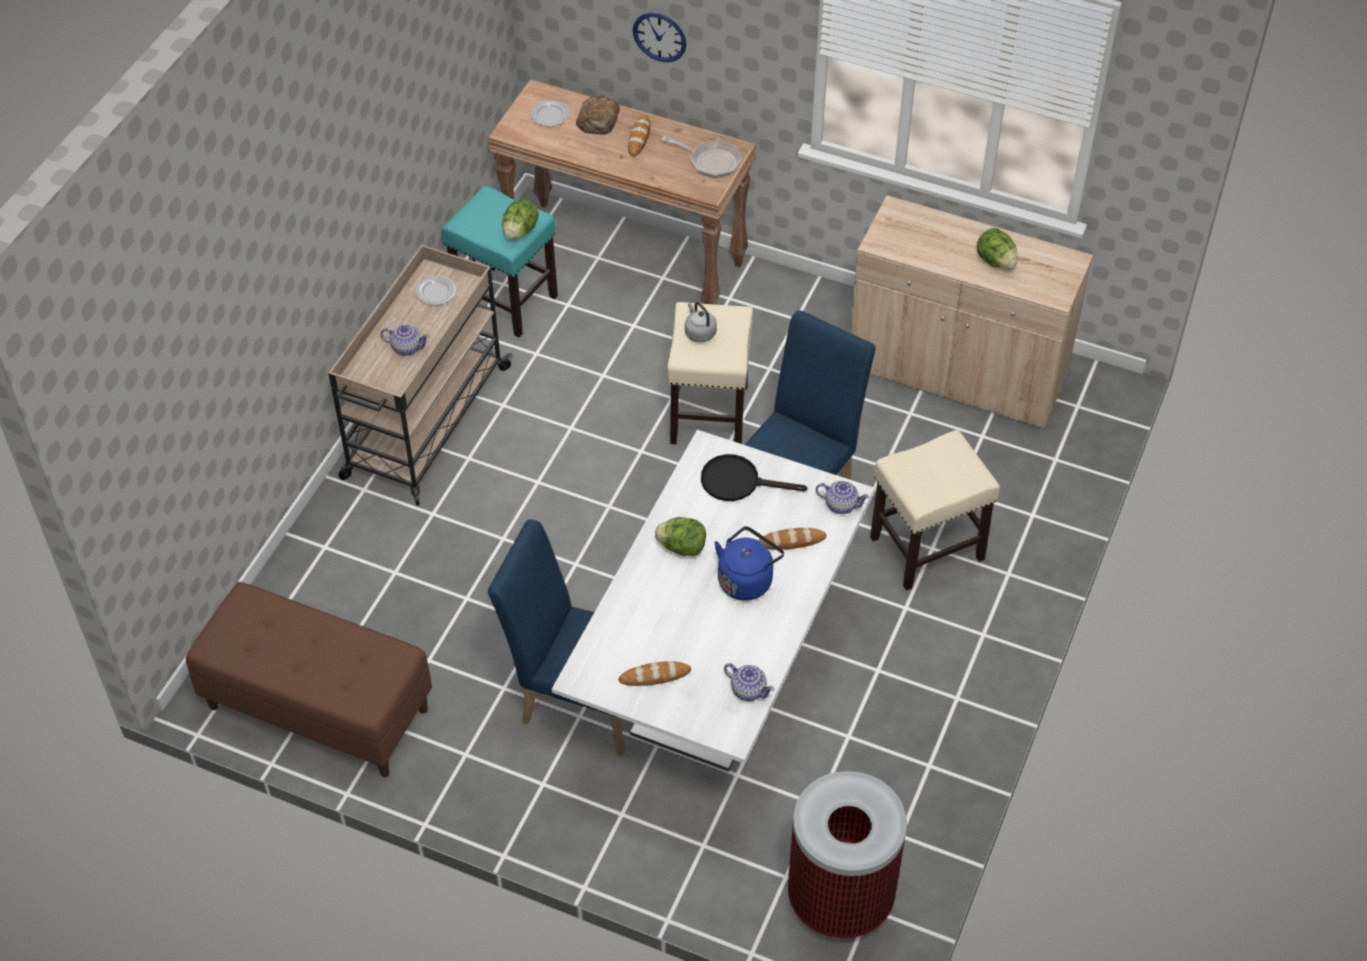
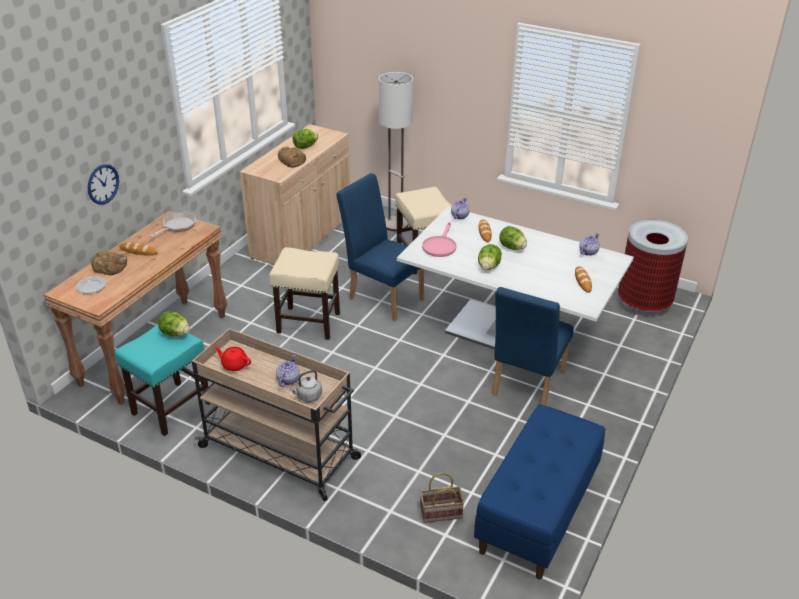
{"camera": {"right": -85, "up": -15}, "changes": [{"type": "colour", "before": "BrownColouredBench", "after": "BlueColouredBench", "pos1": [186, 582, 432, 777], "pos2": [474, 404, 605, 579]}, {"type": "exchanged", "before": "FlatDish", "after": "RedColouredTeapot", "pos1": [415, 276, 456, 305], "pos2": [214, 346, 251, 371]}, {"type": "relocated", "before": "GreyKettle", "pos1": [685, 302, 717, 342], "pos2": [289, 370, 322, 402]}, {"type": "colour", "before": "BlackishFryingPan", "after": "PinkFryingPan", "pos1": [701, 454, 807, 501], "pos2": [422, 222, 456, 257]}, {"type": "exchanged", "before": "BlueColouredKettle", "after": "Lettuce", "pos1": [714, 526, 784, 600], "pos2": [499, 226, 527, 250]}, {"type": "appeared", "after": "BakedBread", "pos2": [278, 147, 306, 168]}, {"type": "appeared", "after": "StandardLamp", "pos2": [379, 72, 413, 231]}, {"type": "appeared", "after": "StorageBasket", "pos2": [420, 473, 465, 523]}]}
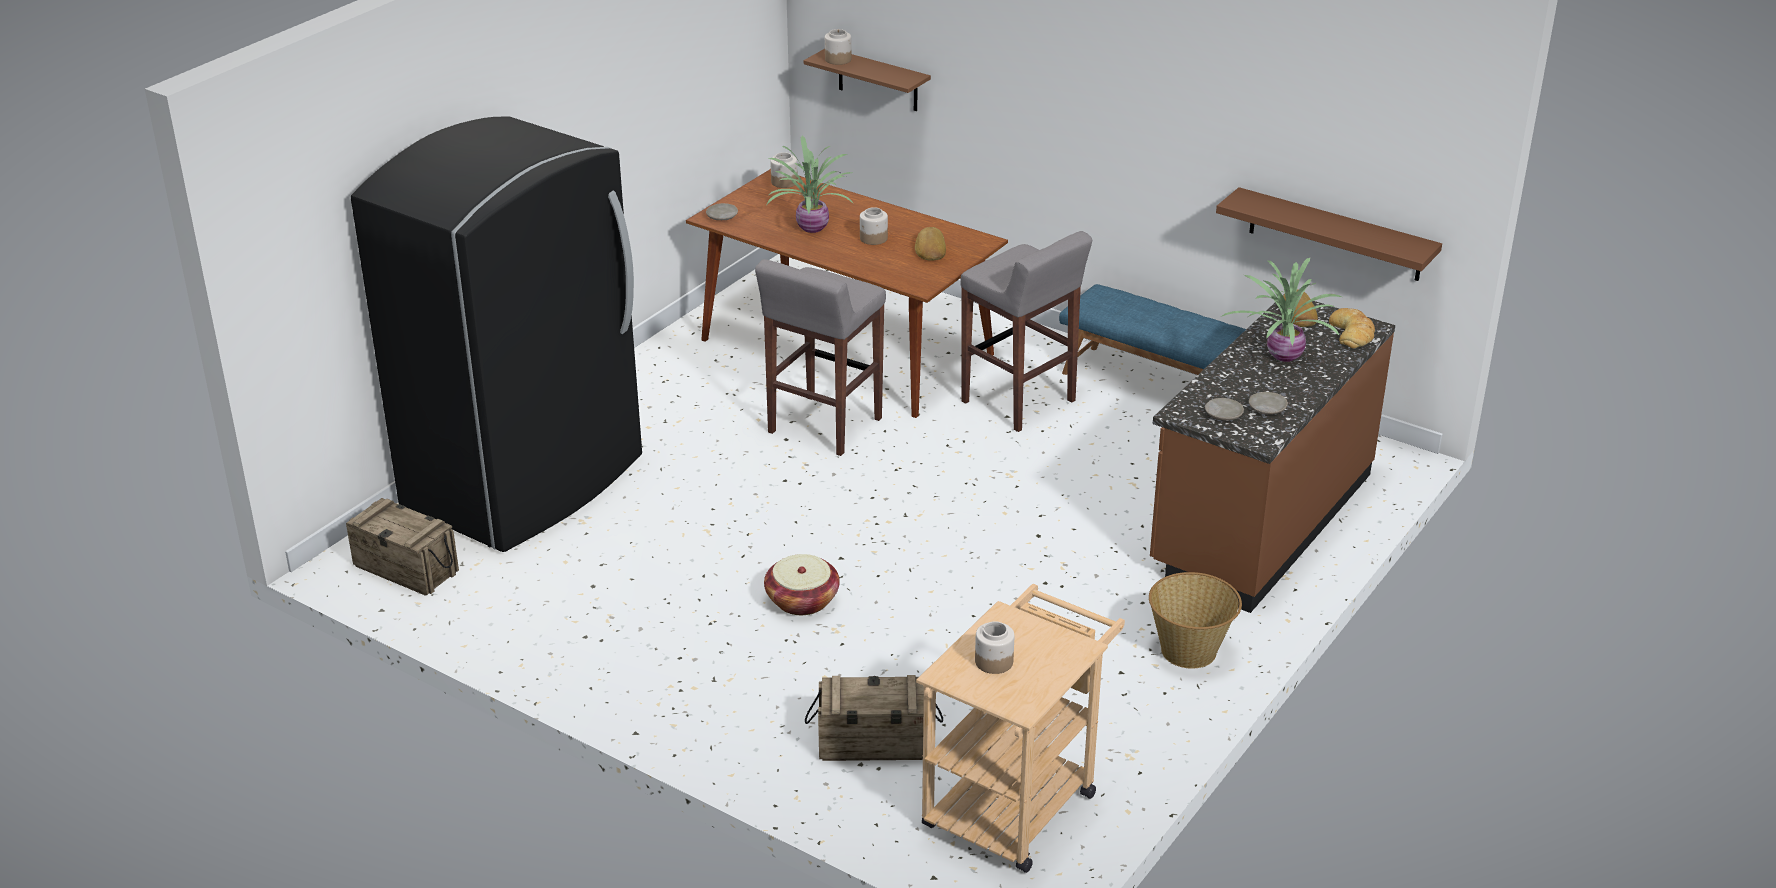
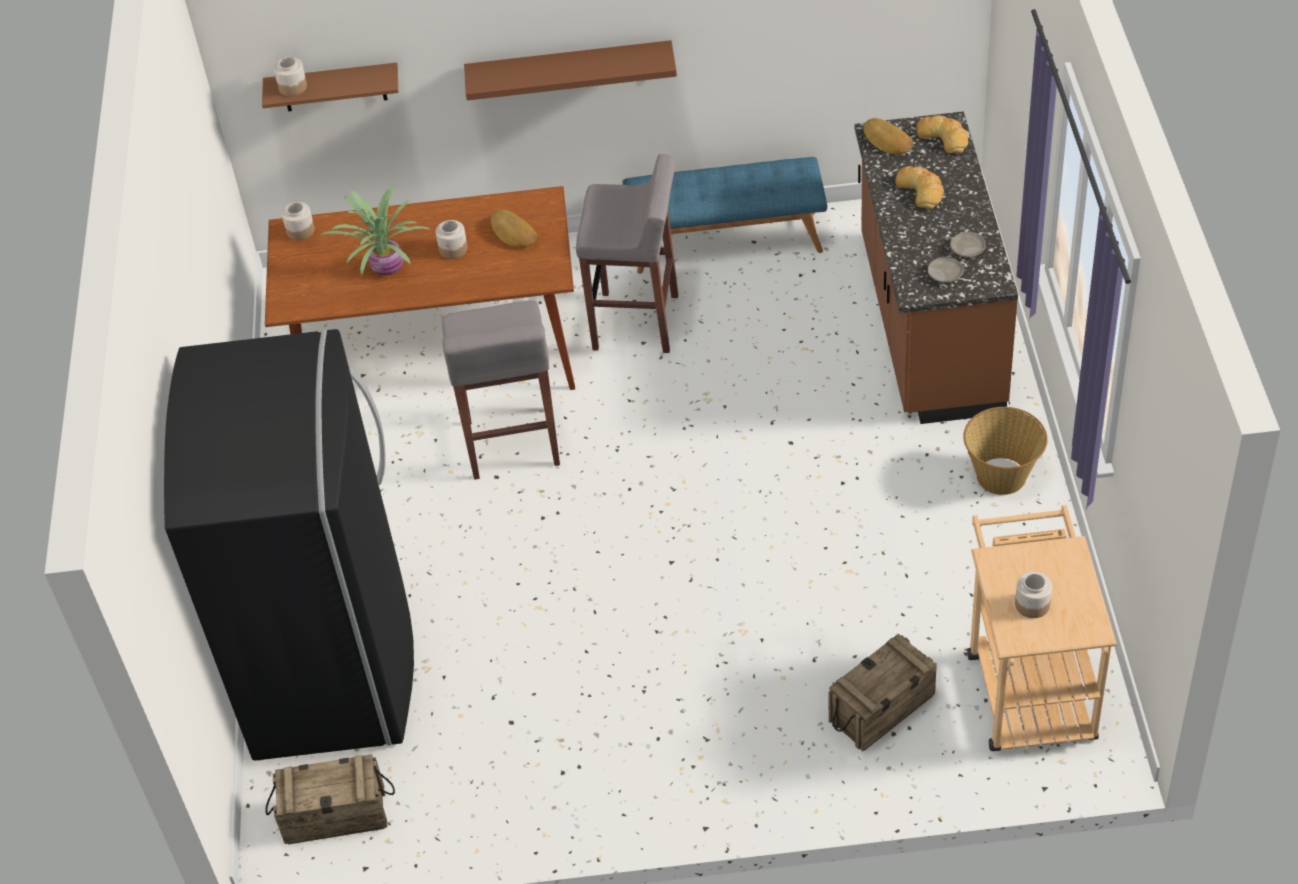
{"camera": {"right": -35, "up": 15}, "changes": [{"type": "missing", "before": "SandColouredFlatDish", "pos1": [706, 203, 738, 220]}, {"type": "missing", "before": "StorageBasket", "pos1": [764, 554, 840, 615]}, {"type": "relocated", "before": "BrownColouredShelf", "pos1": [1216, 187, 1442, 281], "pos2": [464, 40, 677, 100]}, {"type": "exchanged", "before": "PlantInAPot", "after": "BakedBread", "pos1": [1221, 258, 1341, 362], "pos2": [895, 166, 944, 209]}]}
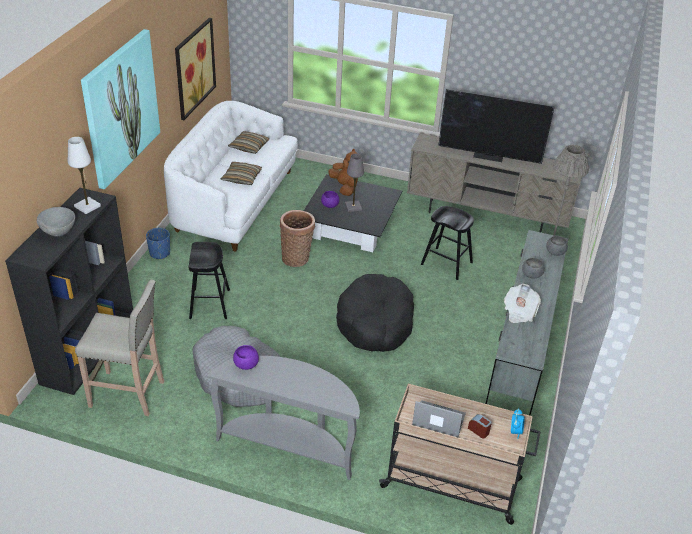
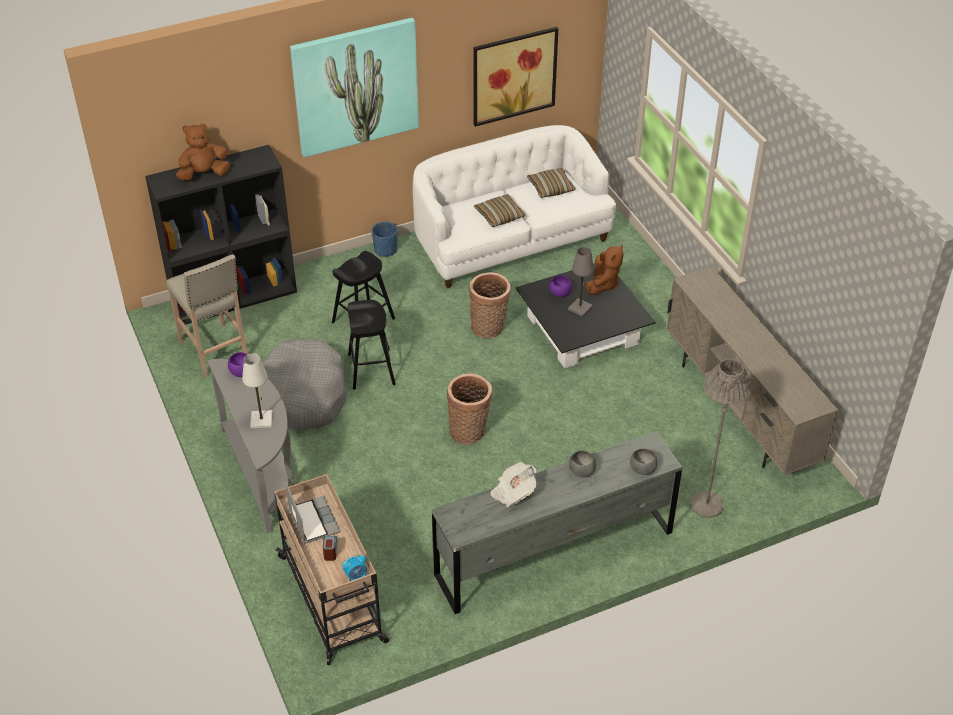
{"camera": {"right": 50, "up": 5}, "changes": [{"type": "exchanged", "before": "GreyDeepDish", "after": "BrownColouredSoftToy", "pos1": [37, 207, 75, 237], "pos2": [176, 123, 230, 180]}, {"type": "relocated", "before": "WhiteTableLamp", "pos1": [68, 137, 101, 214], "pos2": [242, 354, 273, 428]}, {"type": "exchanged", "before": "BlackishPetBed", "after": "StorageBasket", "pos1": [336, 274, 414, 352], "pos2": [447, 373, 492, 445]}, {"type": "relocated", "before": "BlackishStool", "pos1": [421, 206, 474, 280], "pos2": [348, 300, 396, 390]}, {"type": "missing", "before": "Television", "pos1": [438, 89, 555, 164]}]}
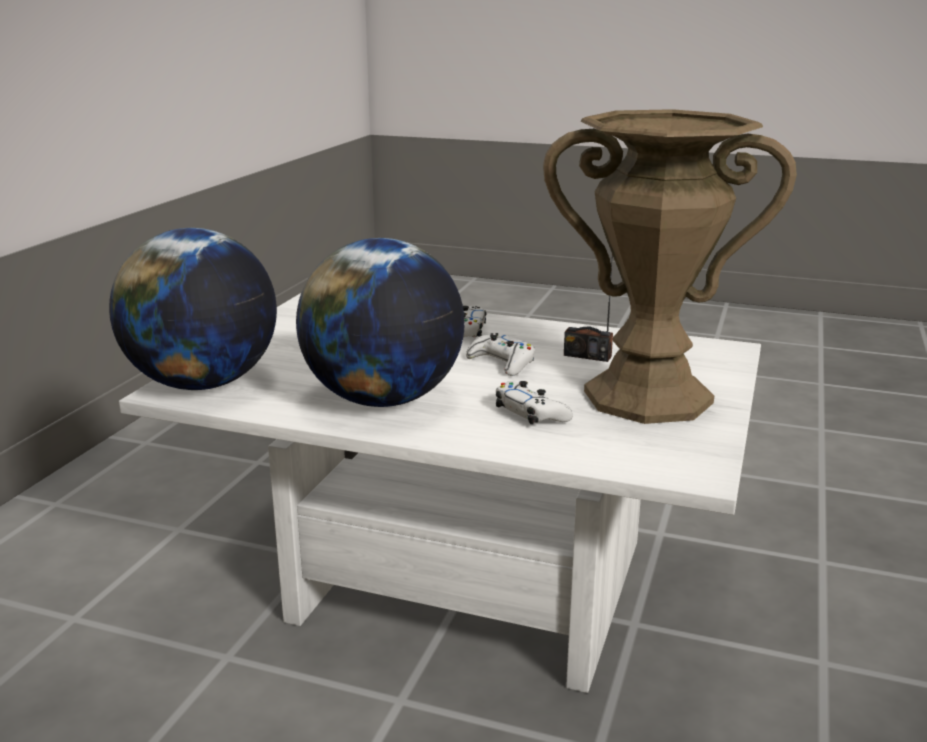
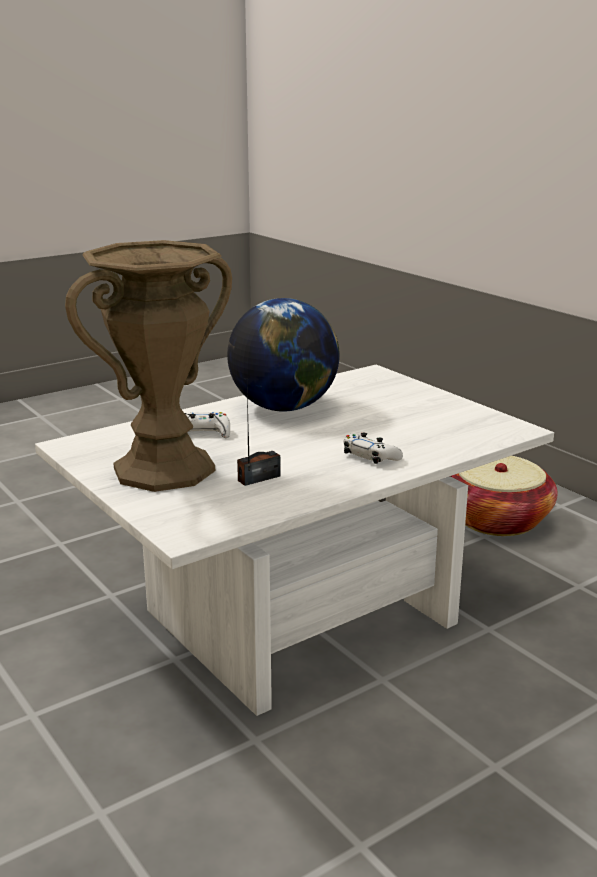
{"camera": {"right": 125, "up": 0}, "changes": [{"type": "missing", "before": "Globe", "pos1": [109, 228, 277, 390]}, {"type": "missing", "before": "WhiteGameController", "pos1": [466, 333, 535, 376]}, {"type": "appeared", "after": "StorageBasket", "pos2": [450, 456, 558, 536]}]}
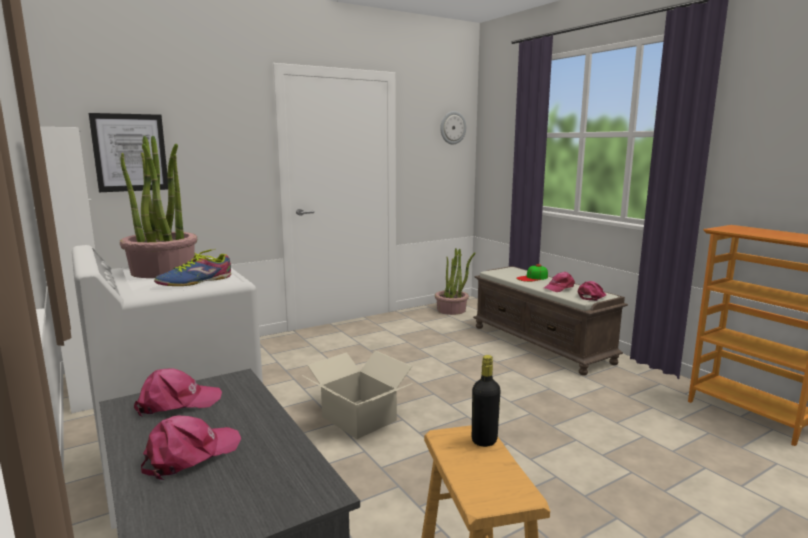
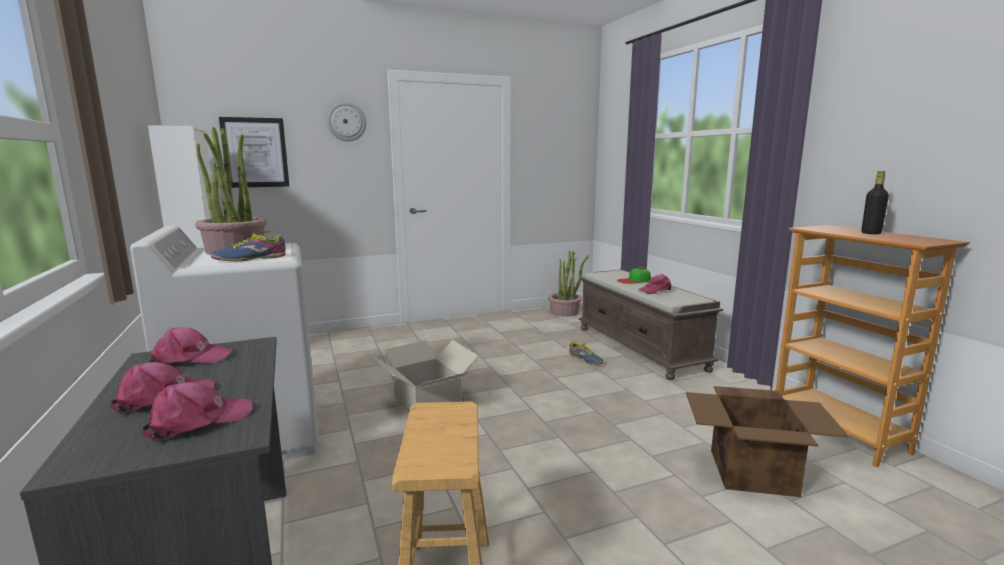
{"camera": {"right": 10, "up": 0}, "changes": [{"type": "relocated", "before": "WallClock", "pos1": [440, 111, 466, 144], "pos2": [327, 102, 366, 141]}, {"type": "relocated", "before": "BlackishDrinkBottle", "pos1": [472, 355, 501, 447], "pos2": [861, 171, 889, 234]}, {"type": "relocated", "before": "PinkCap", "pos1": [578, 281, 607, 301], "pos2": [143, 382, 253, 442]}, {"type": "appeared", "after": "Shoe", "pos2": [569, 341, 604, 365]}, {"type": "appeared", "after": "CardboardBox", "pos2": [686, 386, 849, 497]}]}
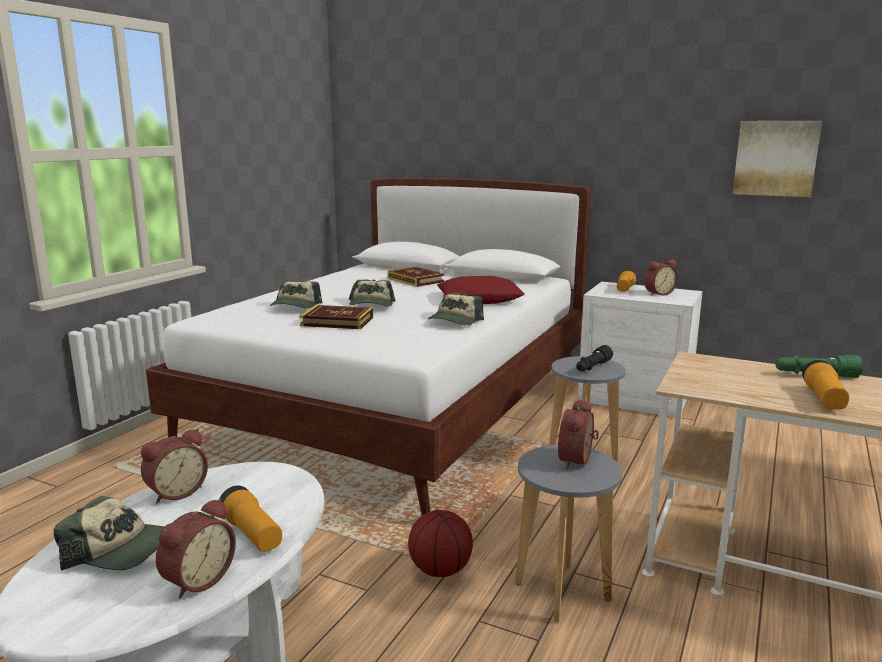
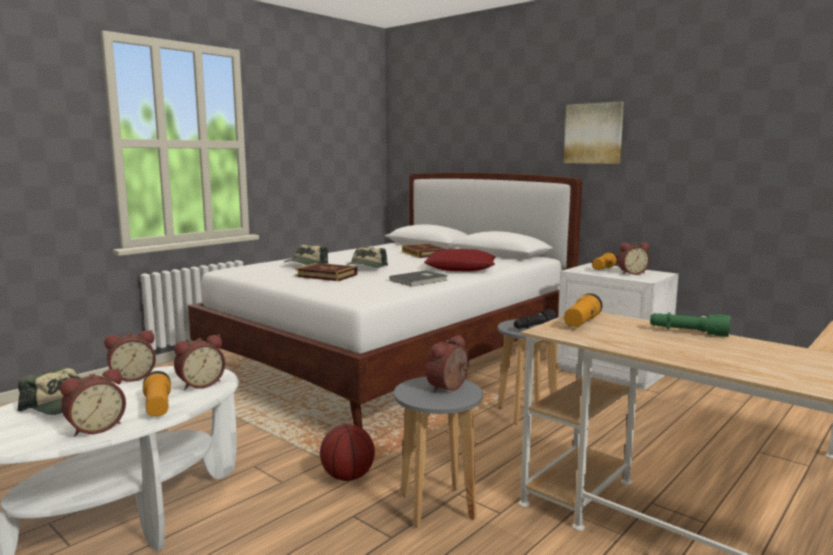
{"camera": {"right": 15, "up": -5}, "changes": [{"type": "exchanged", "before": "Cap", "after": "GreyBook", "pos1": [428, 293, 484, 325], "pos2": [389, 270, 448, 286]}, {"type": "relocated", "before": "WallPicture", "pos1": [733, 121, 822, 197], "pos2": [564, 101, 624, 164]}, {"type": "relocated", "before": "HandTorch", "pos1": [802, 360, 849, 410], "pos2": [564, 293, 603, 327]}, {"type": "appeared", "after": "TableClock", "pos2": [174, 335, 225, 390]}]}
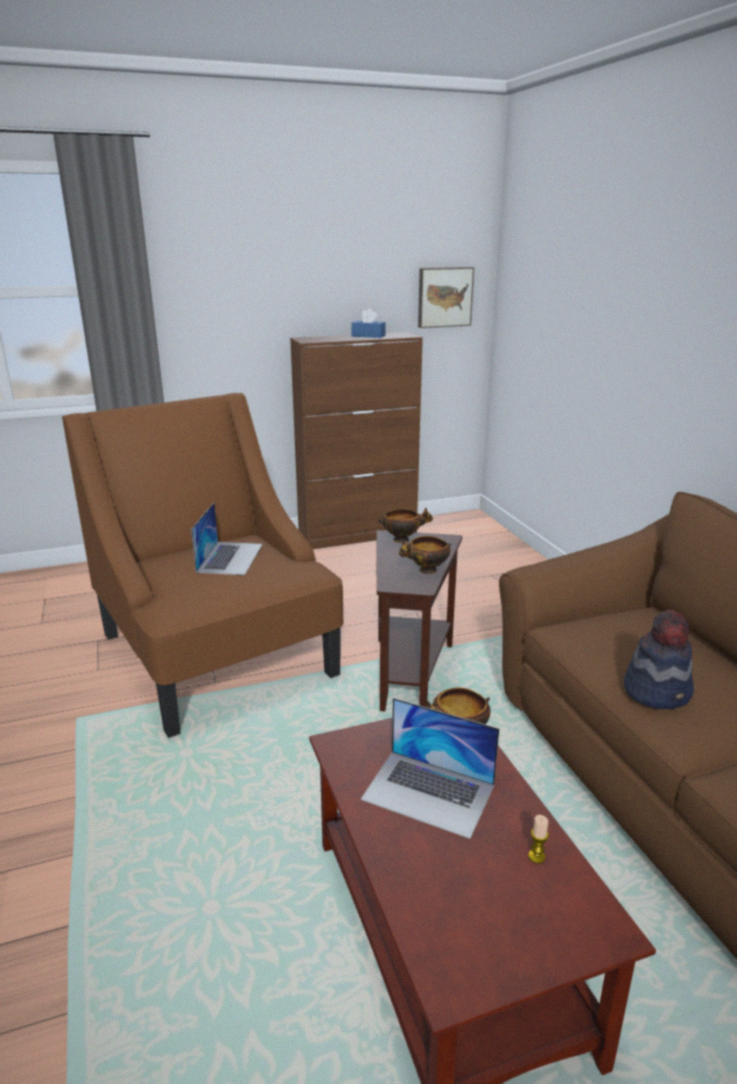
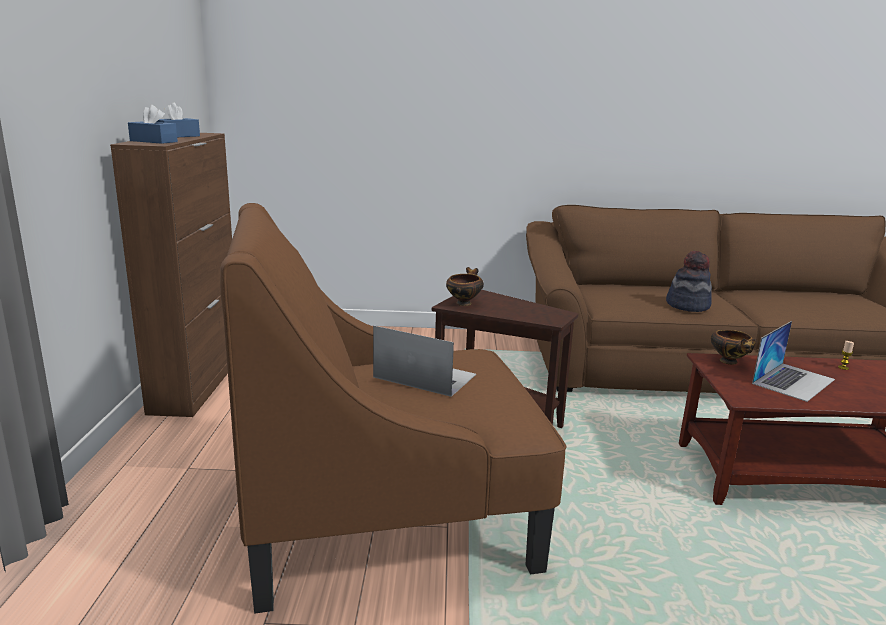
{"camera": {"right": -70, "up": -5}, "changes": [{"type": "missing", "before": "DeepDish", "pos1": [399, 536, 451, 574]}, {"type": "missing", "before": "WallPicture", "pos1": [418, 267, 474, 328]}, {"type": "appeared", "after": "BlueColouredBoxOfTissues", "pos2": [128, 105, 178, 144]}]}
